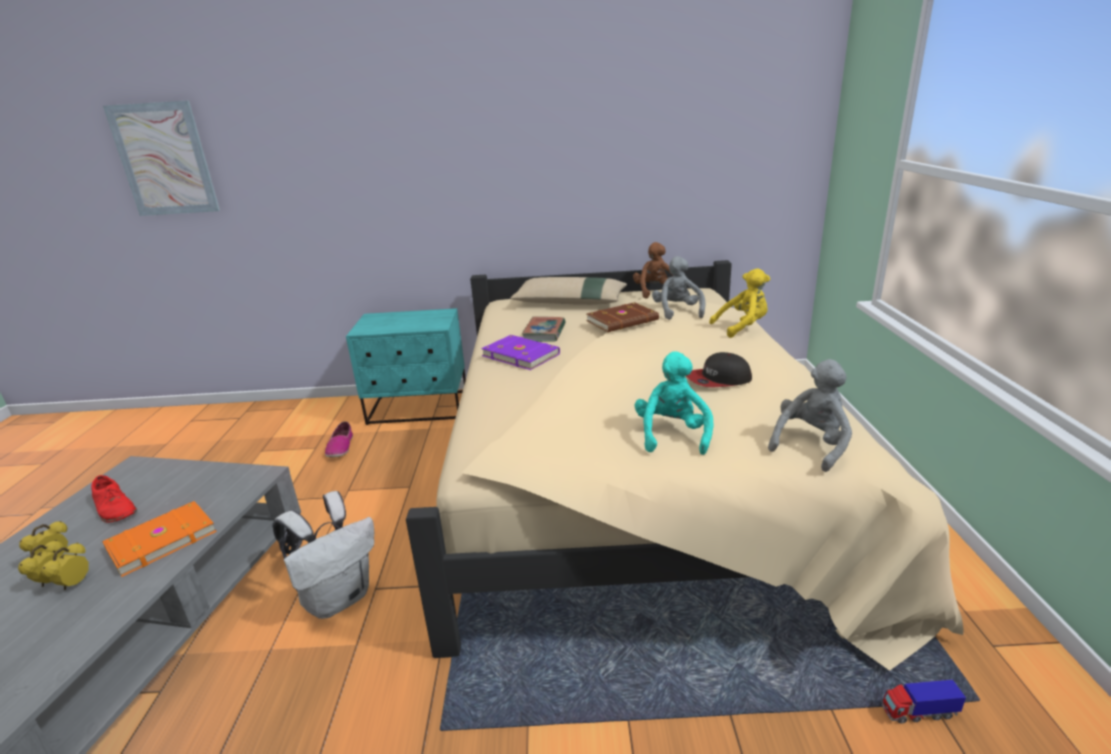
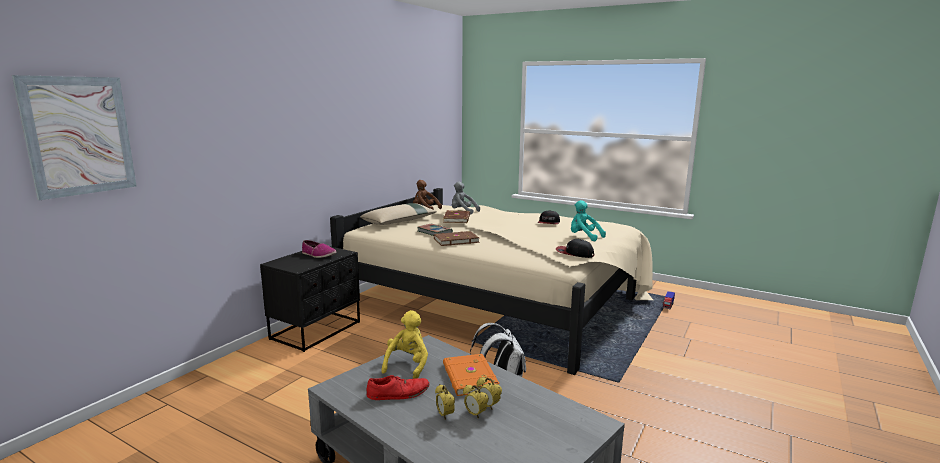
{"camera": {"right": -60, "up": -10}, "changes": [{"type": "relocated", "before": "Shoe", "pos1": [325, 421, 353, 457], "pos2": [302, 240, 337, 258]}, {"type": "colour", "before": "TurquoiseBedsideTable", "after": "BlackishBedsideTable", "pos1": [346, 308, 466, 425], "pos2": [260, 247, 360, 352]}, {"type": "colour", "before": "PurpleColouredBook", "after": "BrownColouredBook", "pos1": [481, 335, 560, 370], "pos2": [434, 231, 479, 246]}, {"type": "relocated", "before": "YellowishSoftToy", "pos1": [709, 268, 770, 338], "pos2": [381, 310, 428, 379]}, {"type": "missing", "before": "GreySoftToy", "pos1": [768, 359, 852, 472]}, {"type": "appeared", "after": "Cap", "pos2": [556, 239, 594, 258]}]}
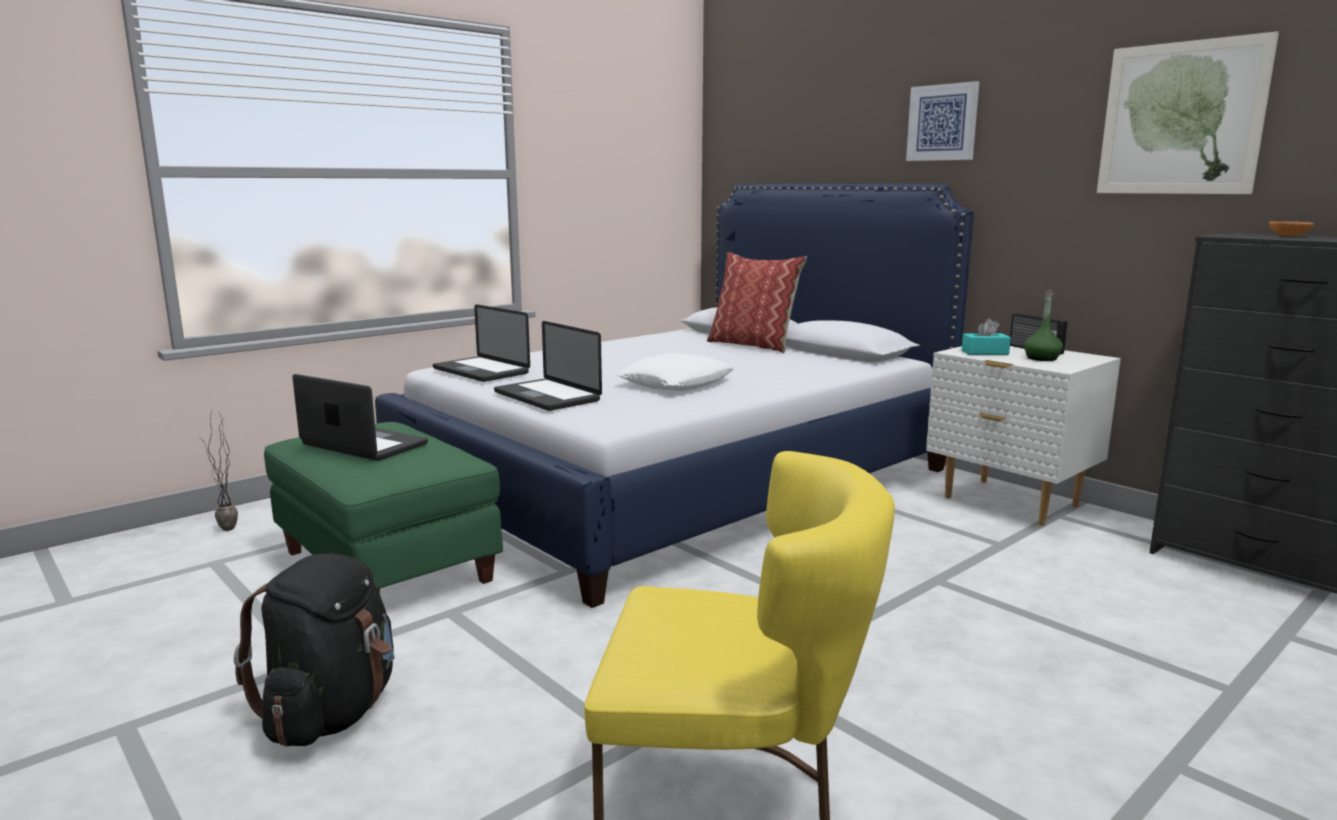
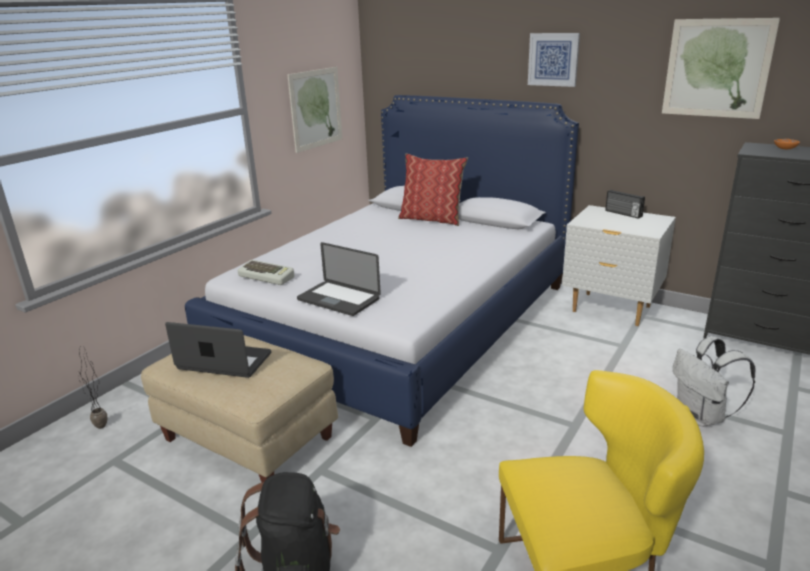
{"camera": {"right": -15, "up": 10}, "changes": [{"type": "colour", "before": "GreenishPouffe", "after": "SandColouredPouffe", "pos1": [264, 422, 503, 593], "pos2": [141, 335, 338, 483]}, {"type": "exchanged", "before": "NotebookComputer", "after": "PcKeyboard", "pos1": [433, 304, 530, 382], "pos2": [238, 260, 294, 285]}, {"type": "missing", "before": "WhiteCushion", "pos1": [618, 353, 734, 391]}, {"type": "missing", "before": "TurquoiseBoxOfTissues", "pos1": [962, 319, 1011, 355]}, {"type": "missing", "before": "GreenishDrinkBottle", "pos1": [1024, 290, 1063, 361]}, {"type": "appeared", "after": "WallPicture", "pos2": [287, 67, 343, 153]}, {"type": "appeared", "after": "WhiteKnapsack", "pos2": [673, 336, 755, 427]}]}
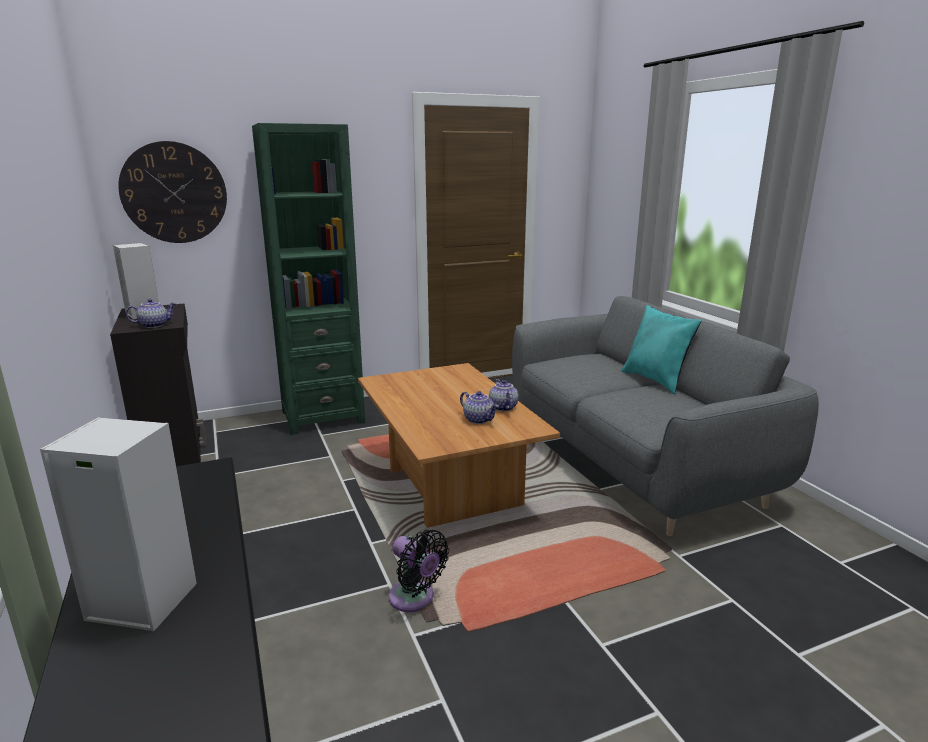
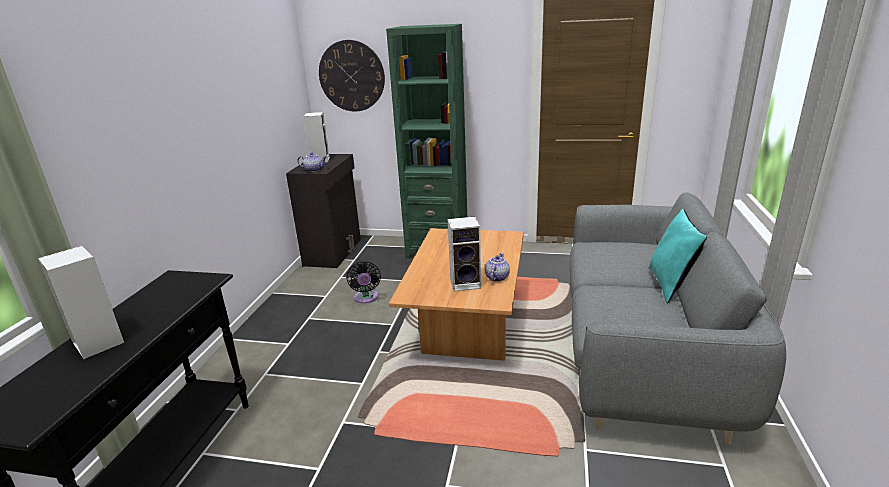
{"camera": {"right": 35, "up": 5}, "changes": [{"type": "relocated", "before": "BlackishElectricFan", "pos1": [389, 530, 449, 612], "pos2": [346, 261, 381, 303]}, {"type": "exchanged", "before": "Teapot", "after": "AudioSpeaker", "pos1": [460, 391, 499, 424], "pos2": [448, 217, 481, 292]}]}
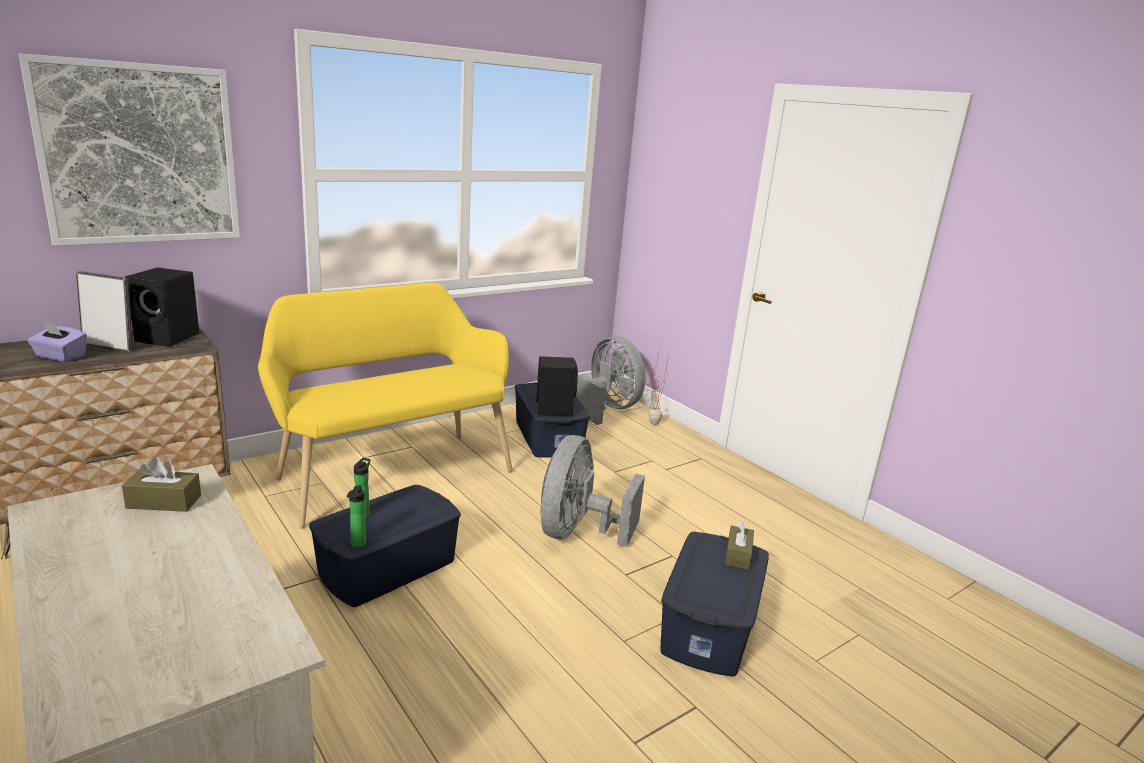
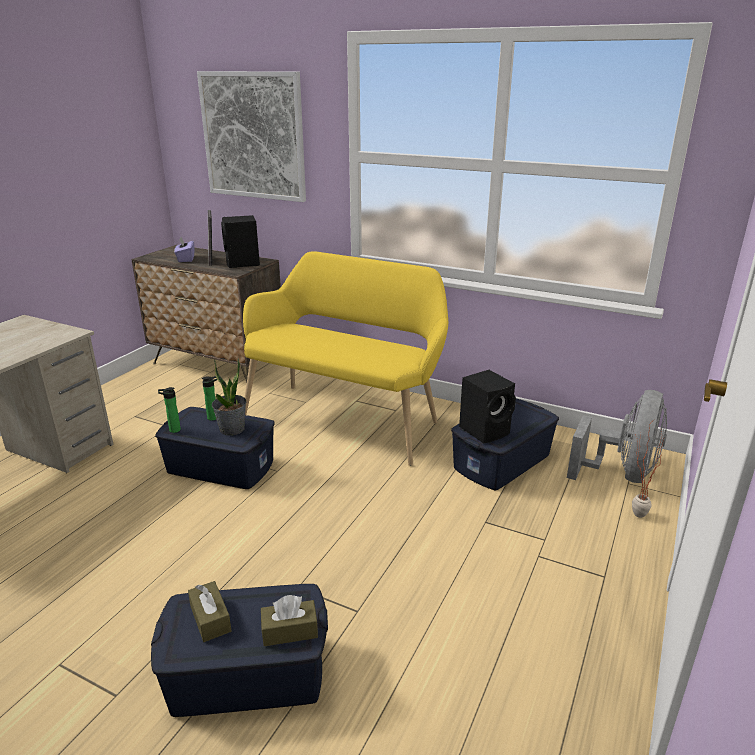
{"camera": {"right": 65, "up": 5}, "changes": [{"type": "relocated", "before": "BrownColouredBoxOfTissues", "pos1": [122, 457, 201, 512], "pos2": [188, 581, 231, 642]}, {"type": "missing", "before": "GreyElectricFan", "pos1": [540, 435, 645, 547]}, {"type": "appeared", "after": "PlantInAPot", "pos2": [212, 358, 246, 436]}]}
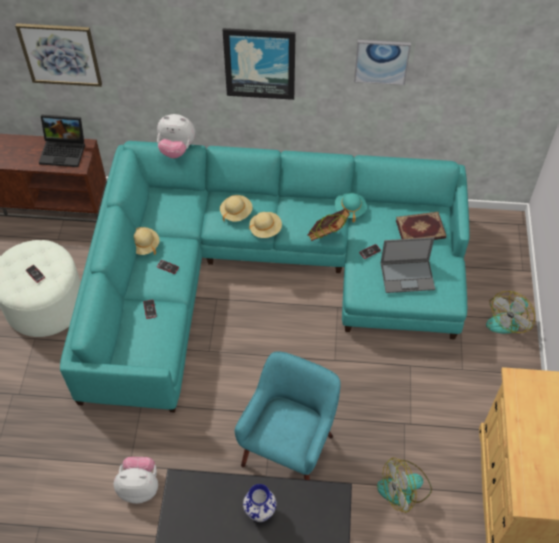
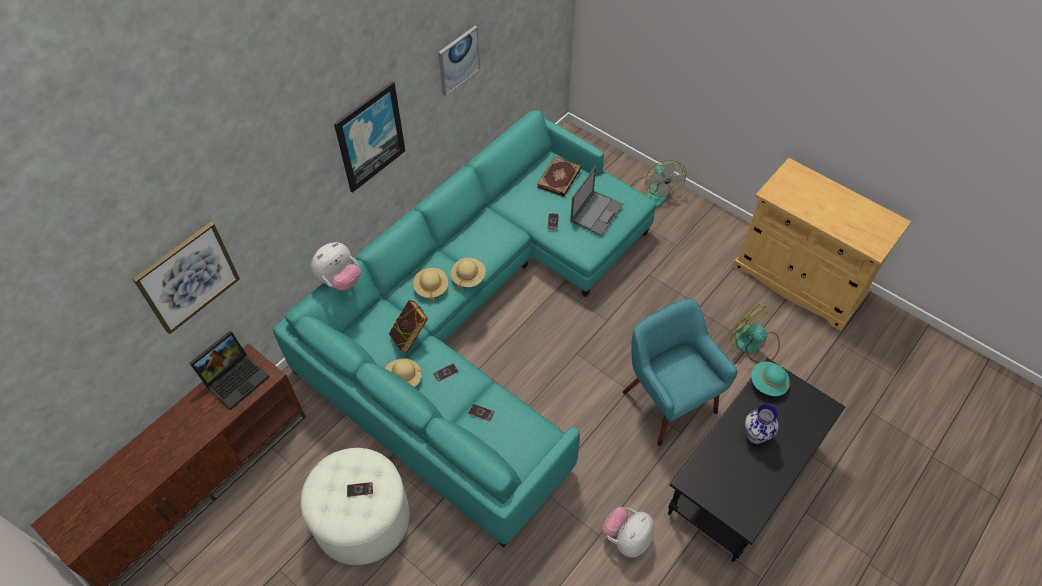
{"camera": {"right": -55, "up": 0}, "changes": [{"type": "relocated", "before": "Book", "pos1": [307, 208, 350, 241], "pos2": [389, 300, 428, 352]}, {"type": "relocated", "before": "TurquoiseClothingHat", "pos1": [335, 192, 367, 222], "pos2": [751, 362, 790, 396]}, {"type": "spun", "before": "ElectricFan", "pos1": [377, 458, 432, 513], "pos2": [728, 304, 780, 363], "turn": 120}]}
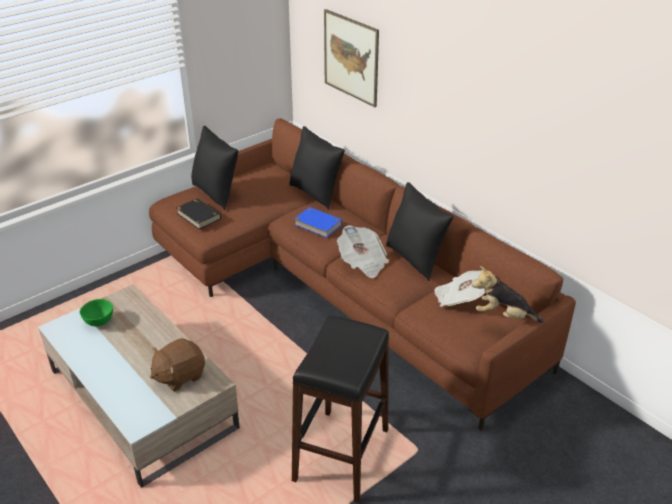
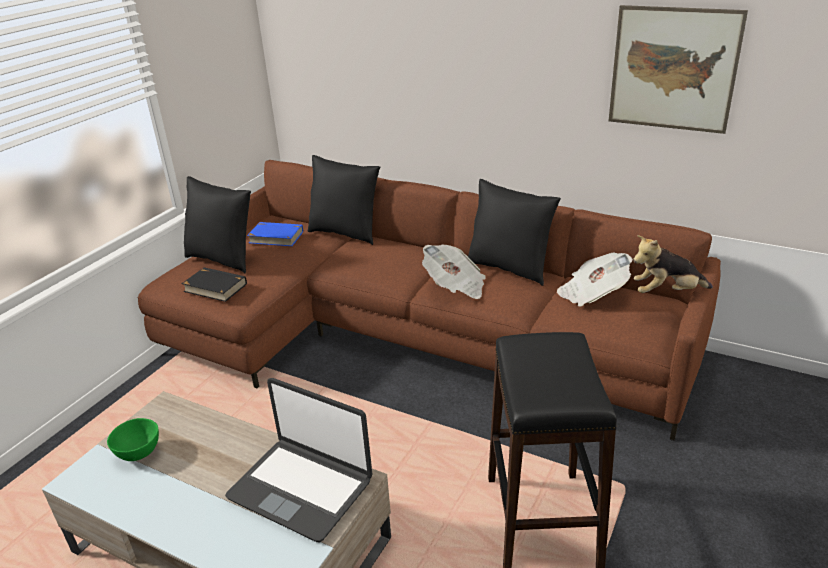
{"camera": {"right": -20, "up": -5}, "changes": [{"type": "exchanged", "before": "BrownColouredSoftToy", "after": "NotebookComputer", "pos1": [150, 338, 205, 392], "pos2": [225, 378, 372, 542]}, {"type": "relocated", "before": "BlueColouredBook", "pos1": [294, 207, 342, 238], "pos2": [247, 222, 303, 246]}, {"type": "relocated", "before": "WallPicture", "pos1": [324, 9, 379, 107], "pos2": [609, 5, 748, 134]}]}
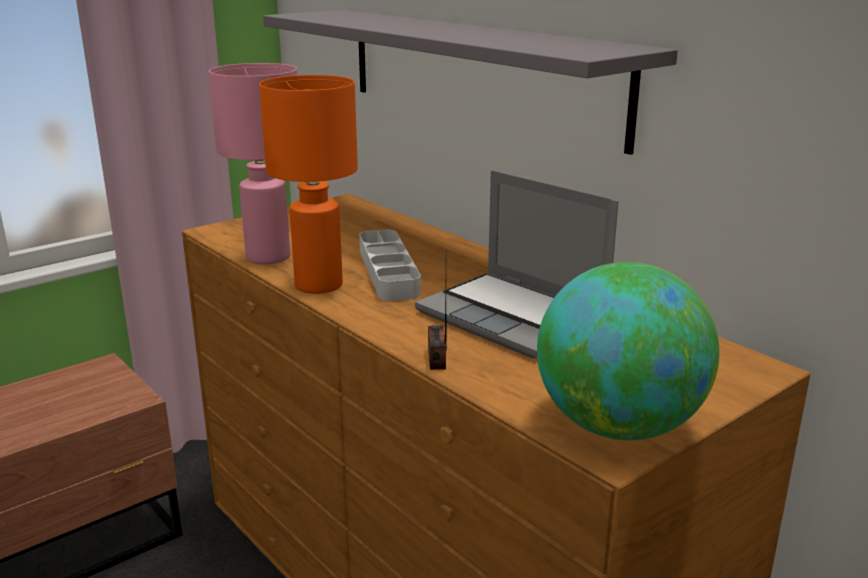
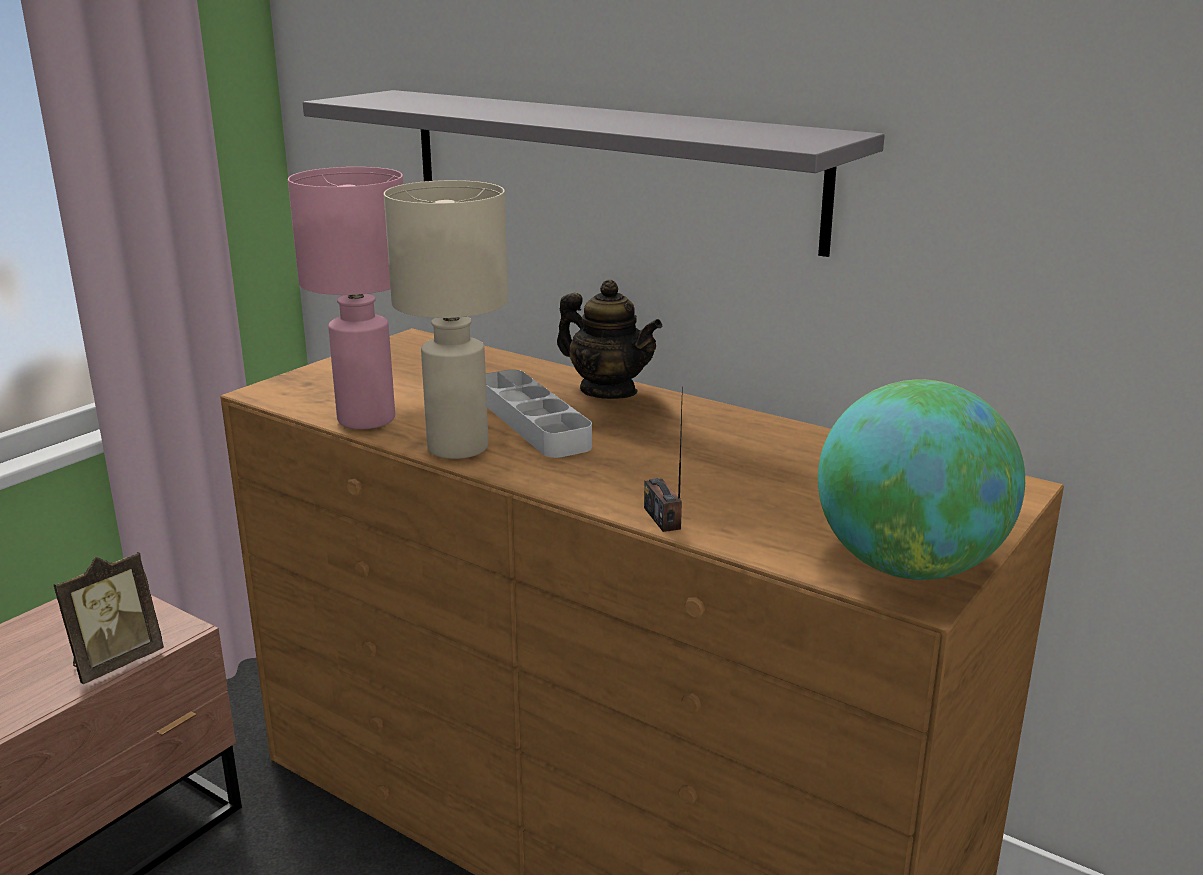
{"camera": {"right": -15, "up": 0}, "changes": [{"type": "colour", "before": "OrangeyTableLamp", "after": "SandColouredTableLamp", "pos1": [259, 75, 358, 294], "pos2": [384, 180, 508, 459]}, {"type": "missing", "before": "NotebookComputer", "pos1": [415, 171, 619, 359]}, {"type": "appeared", "after": "PictureFrame", "pos2": [53, 552, 164, 684]}, {"type": "appeared", "after": "Teapot", "pos2": [557, 280, 662, 399]}]}
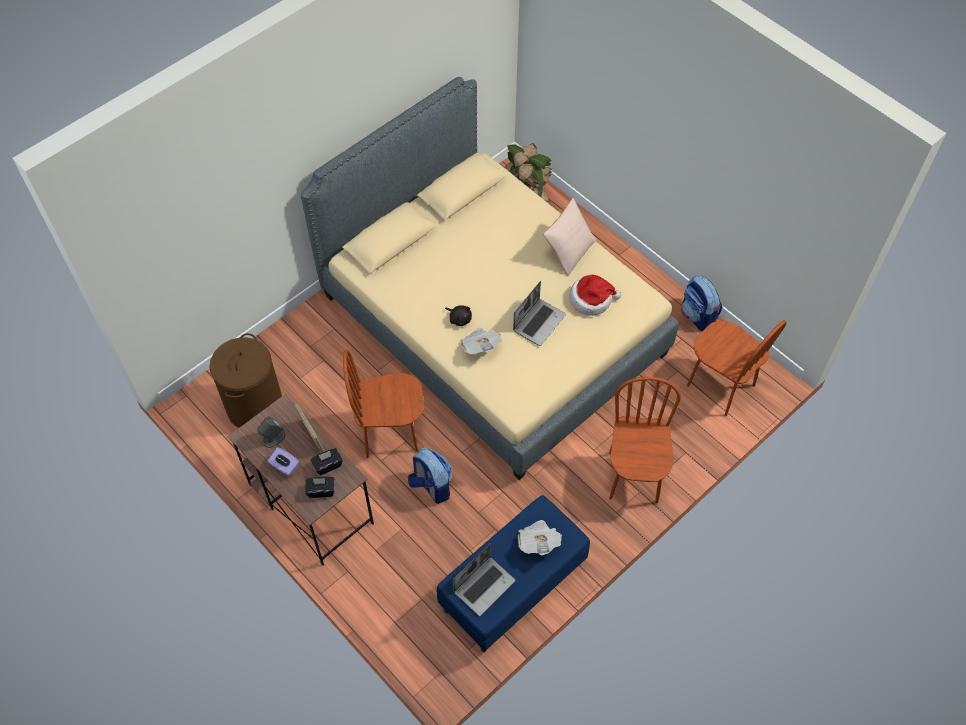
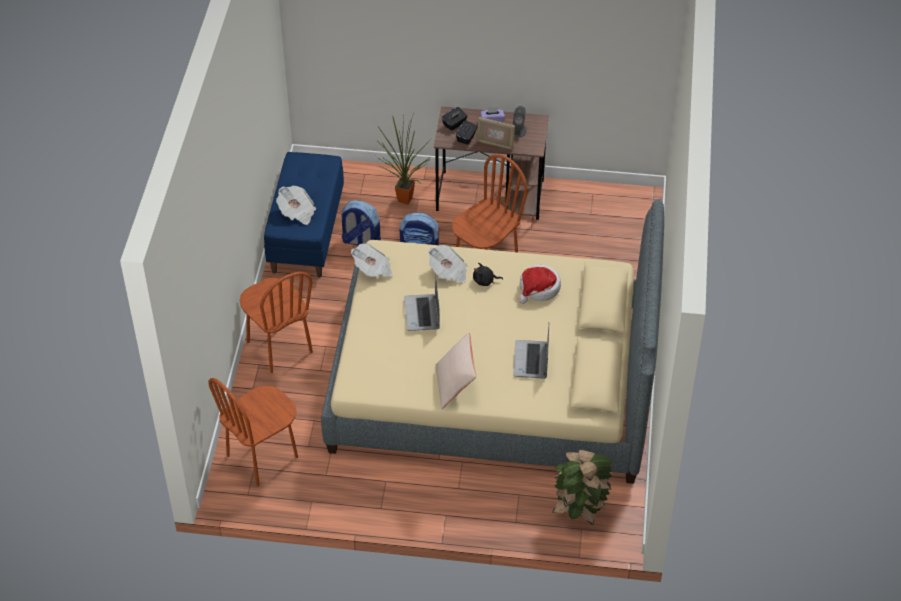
{"camera": {"right": 140, "up": -10}, "changes": [{"type": "missing", "before": "BrownColouredHamper", "pos1": [209, 333, 282, 428]}, {"type": "relocated", "before": "NotebookComputer", "pos1": [453, 544, 515, 616], "pos2": [513, 325, 549, 379]}, {"type": "relocated", "before": "ClothingHat", "pos1": [570, 275, 621, 316], "pos2": [518, 265, 561, 304]}, {"type": "relocated", "before": "Knapsack", "pos1": [681, 275, 722, 331], "pos2": [341, 200, 381, 246]}, {"type": "spun", "before": "BrownColouredChair", "pos1": [687, 320, 787, 416], "pos2": [208, 378, 298, 486], "turn": -45}, {"type": "appeared", "after": "PrintedPaper", "pos2": [351, 243, 392, 278]}, {"type": "appeared", "after": "PlantInAPot", "pos2": [376, 113, 432, 205]}]}
